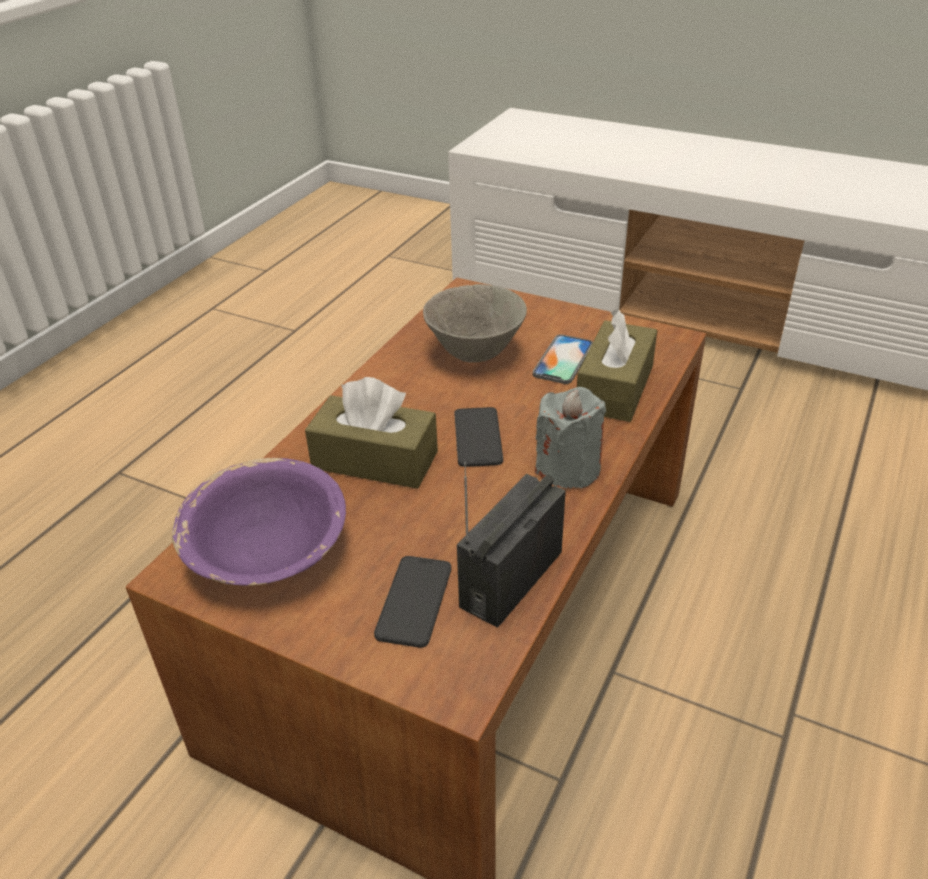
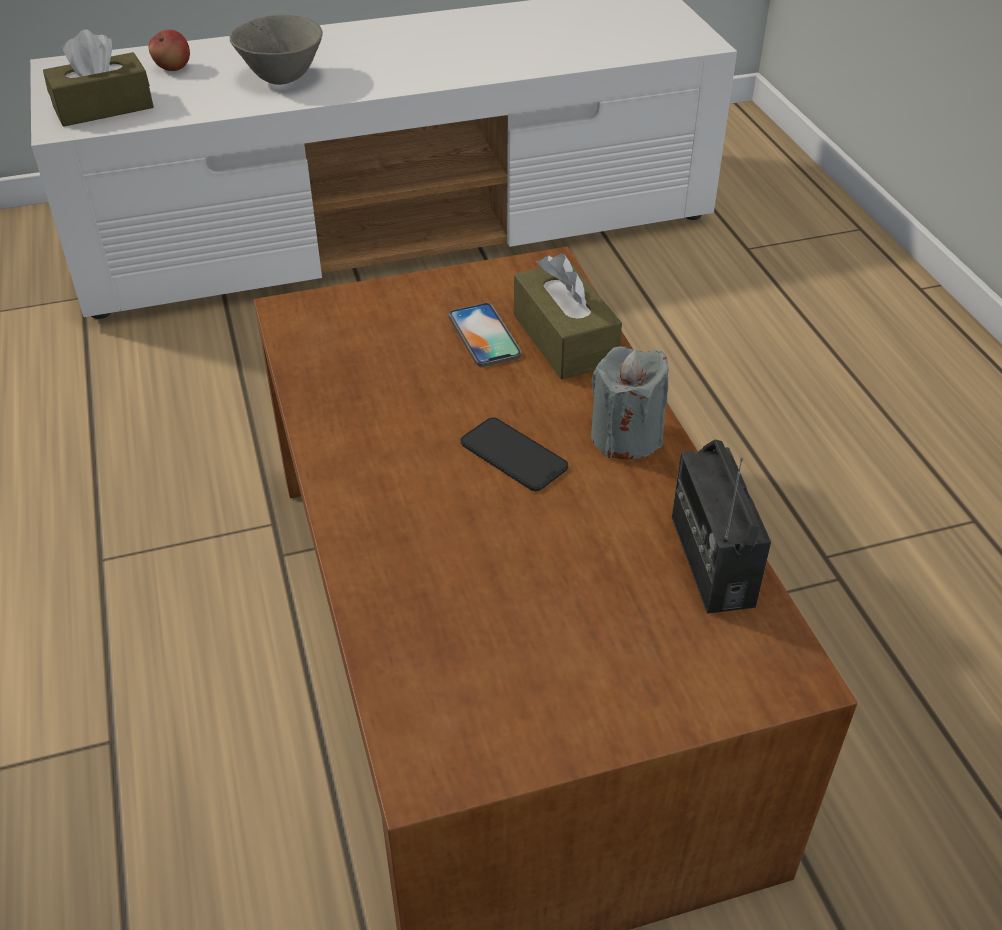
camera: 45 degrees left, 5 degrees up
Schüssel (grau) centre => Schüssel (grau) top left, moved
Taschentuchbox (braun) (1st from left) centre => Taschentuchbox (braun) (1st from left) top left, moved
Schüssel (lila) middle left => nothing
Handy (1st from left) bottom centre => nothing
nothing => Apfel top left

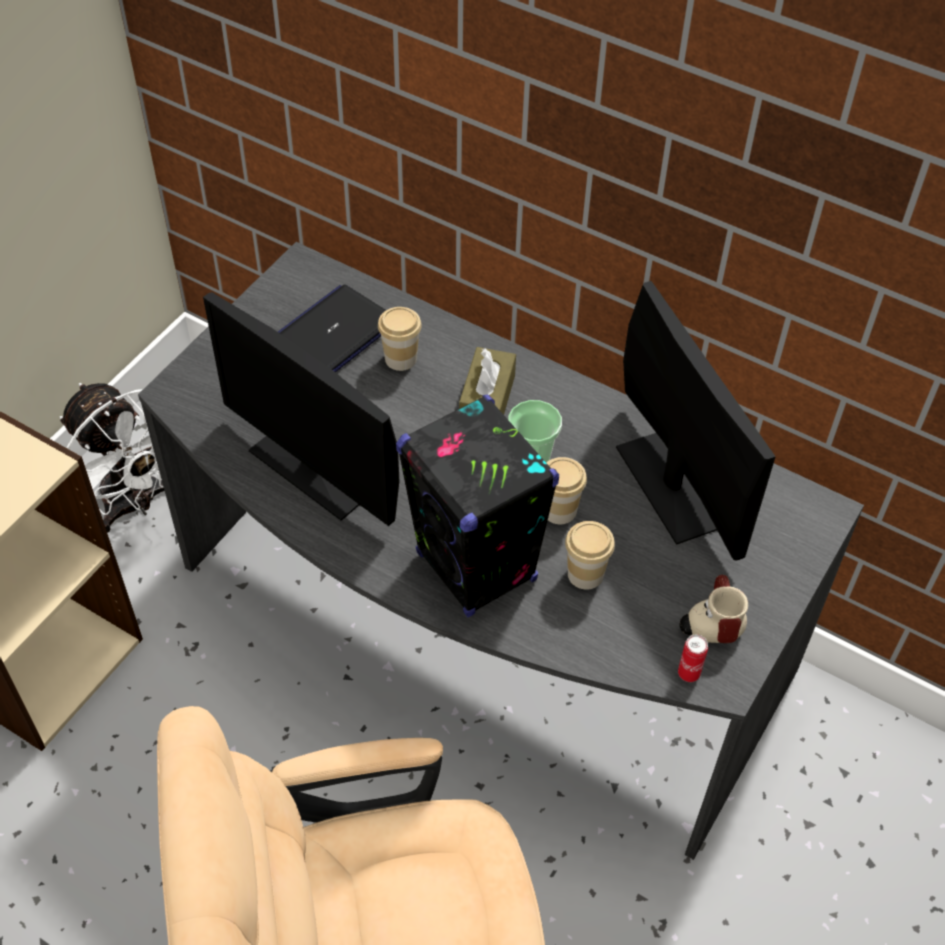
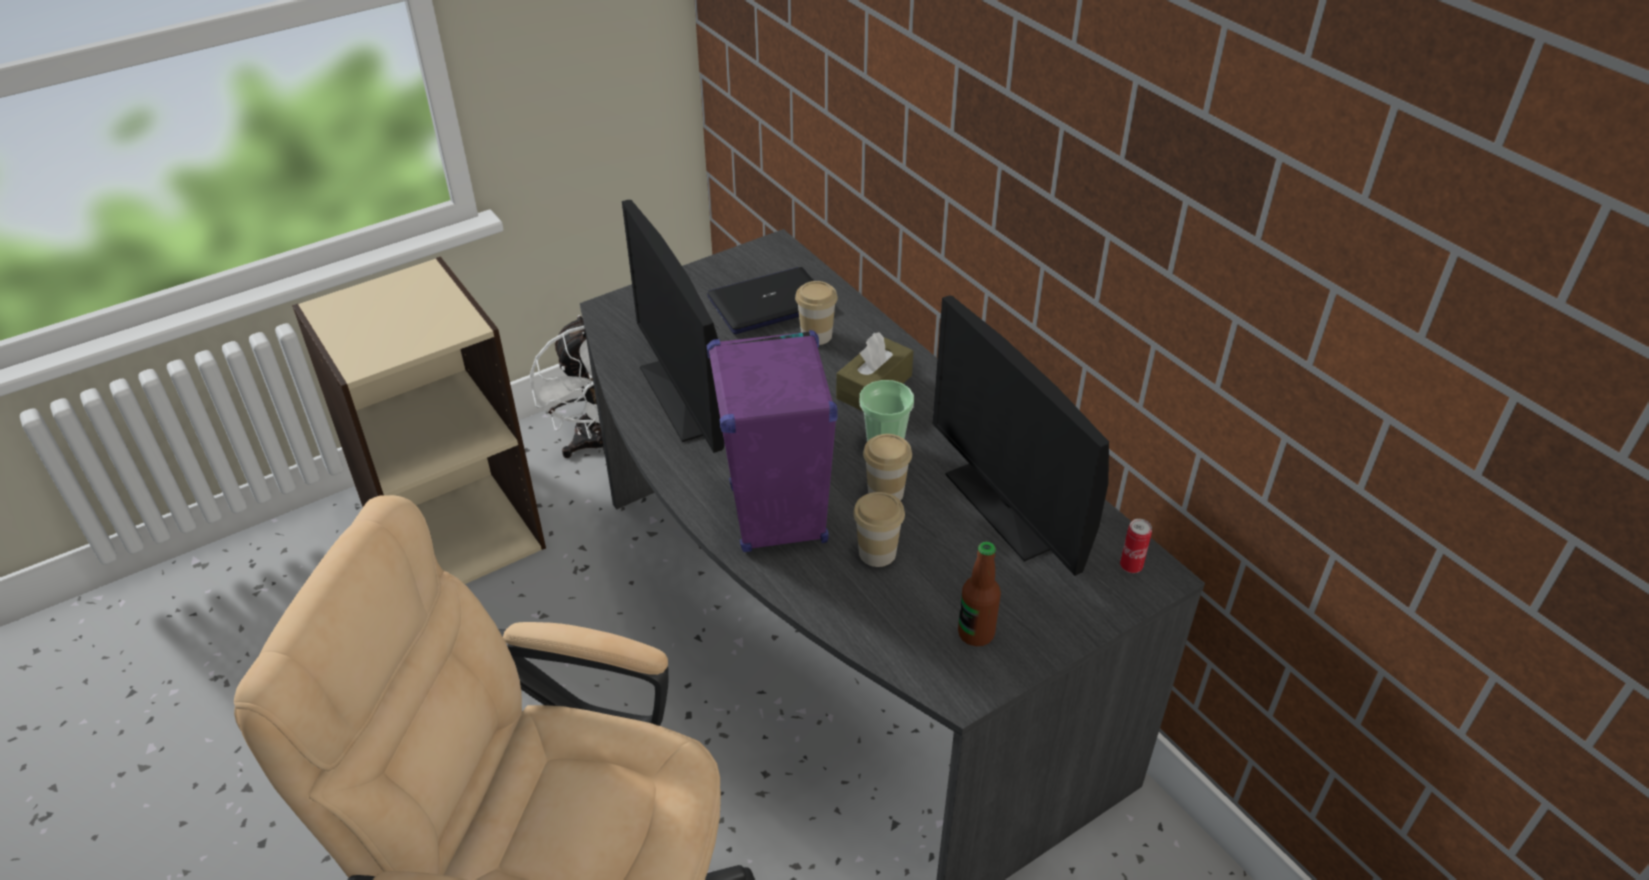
camera: 25 degrees right, 10 degrees down
Monitor (2nd from left) middle right => Monitor (2nd from left) centre, 150 degrees clockwise
Lautsprecher (schwarz) centre => Lautsprecher (lila) centre
Henkelbecher middle right => Flasche bottom centre
Dose bottom right => Dose middle right, moved

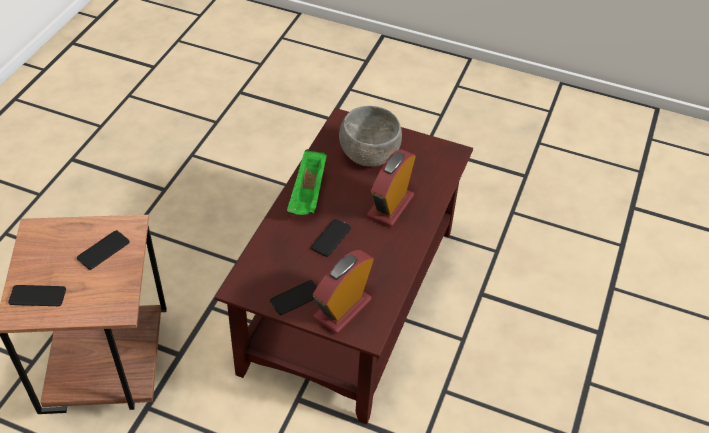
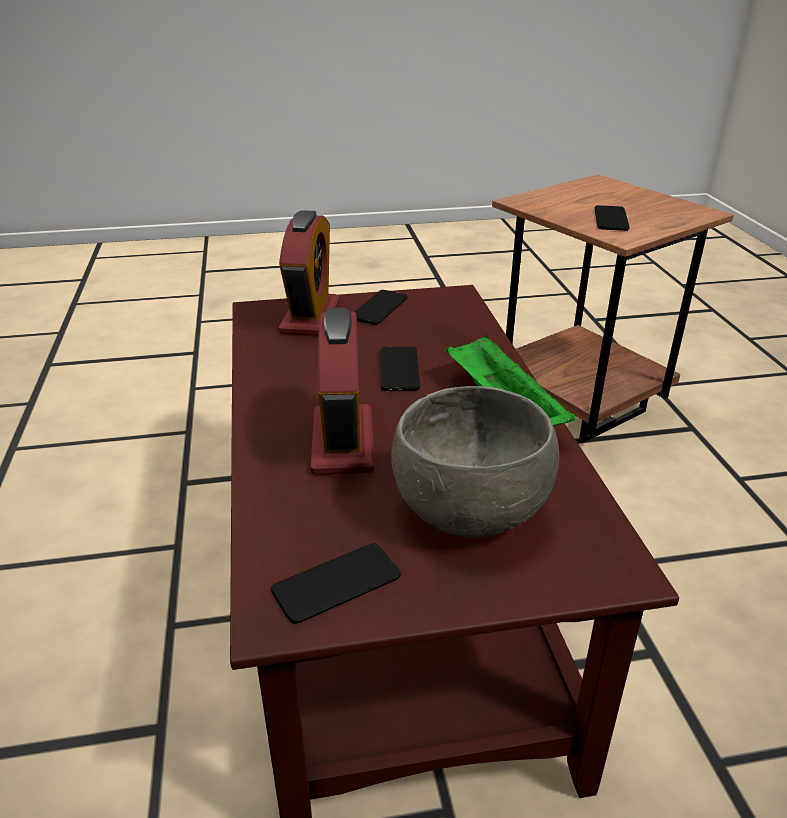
camera: 150 degrees right, 15 degrees down
Handy (1st from left) bottom left => Handy (1st from left) bottom centre, moved

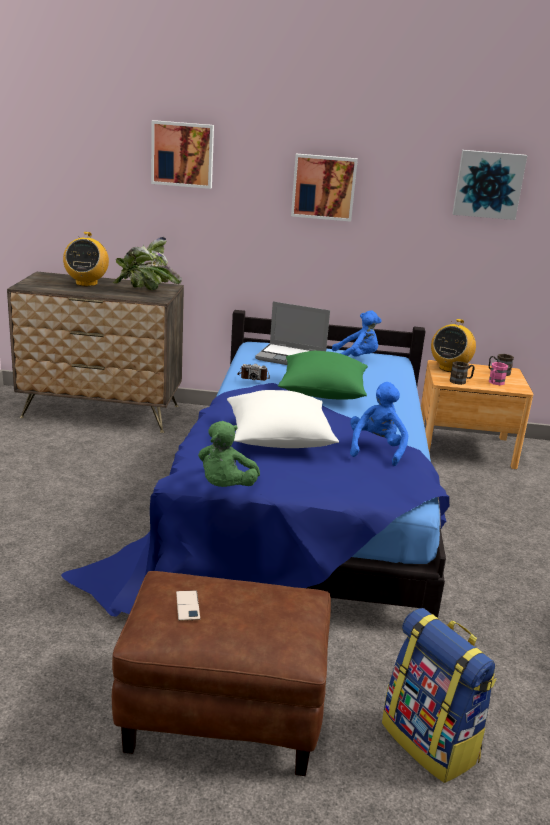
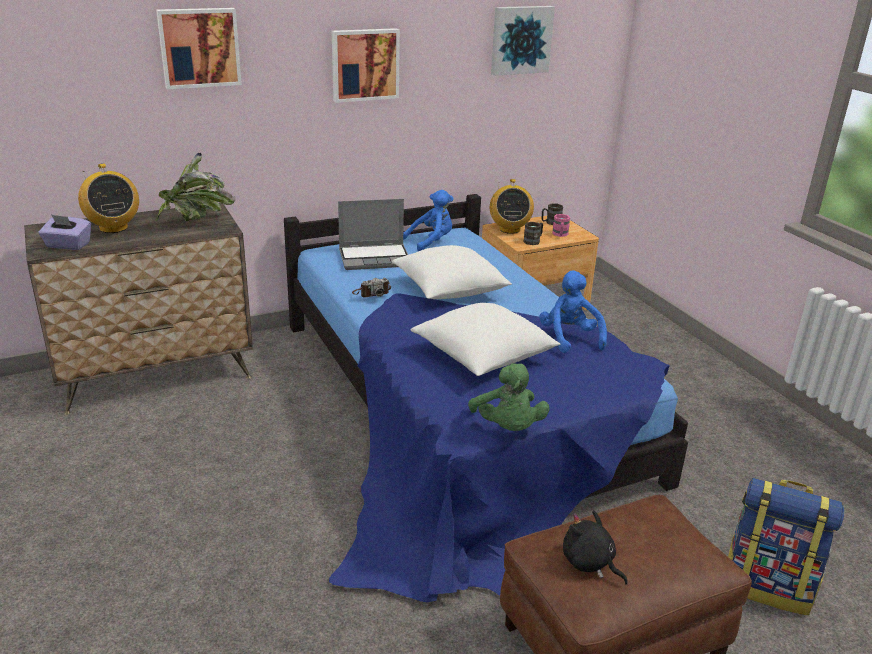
camera: 30 degrees left, 5 degrees up
Kissen (grün) centre => Kissen (weiß) (1st from left) centre
Handy bottom centre => Plüschtier (schwarz) bottom right
nothing => Taschentuchbox (lila) middle left

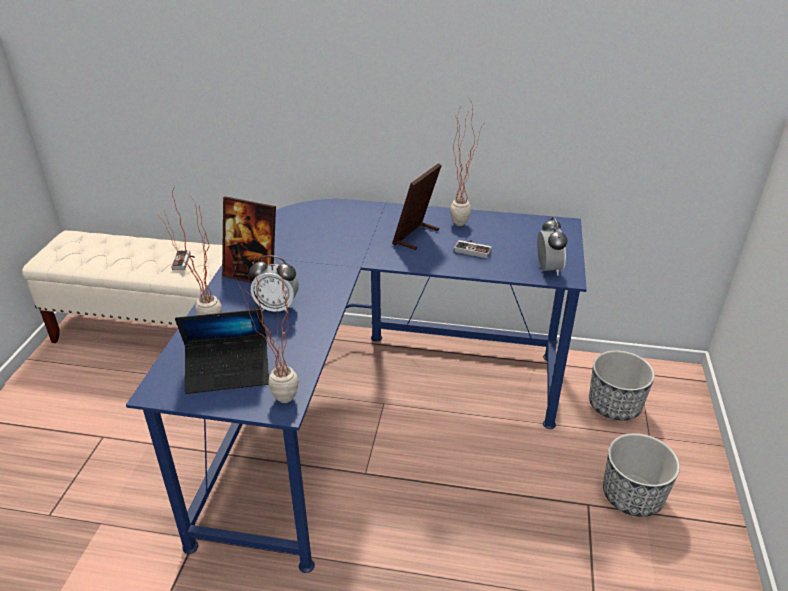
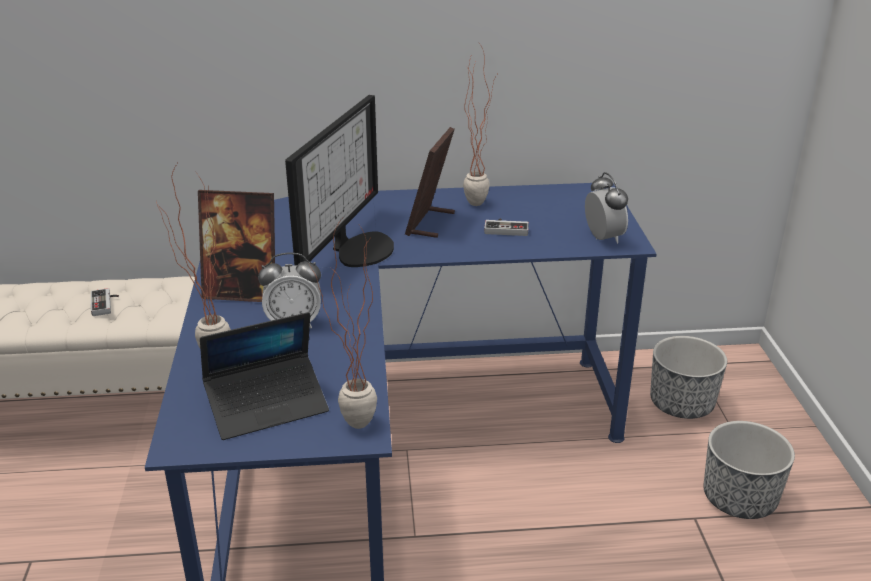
camera: 15 degrees left, 5 degrees down
nothing => Monitor top centre

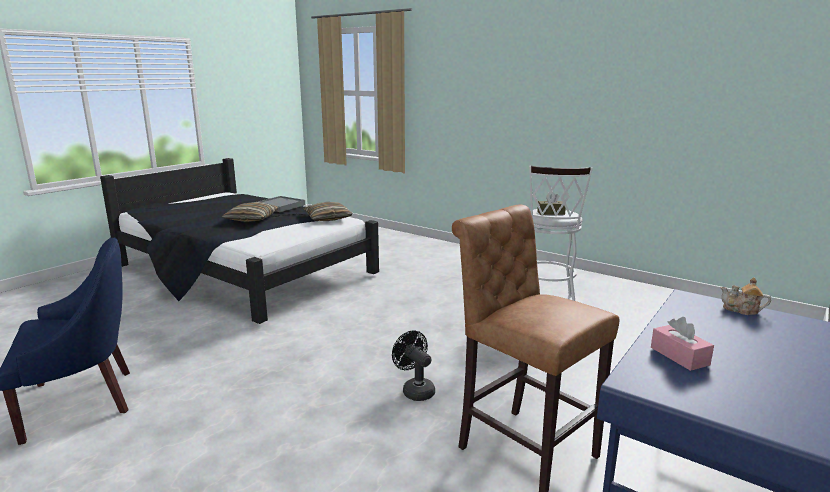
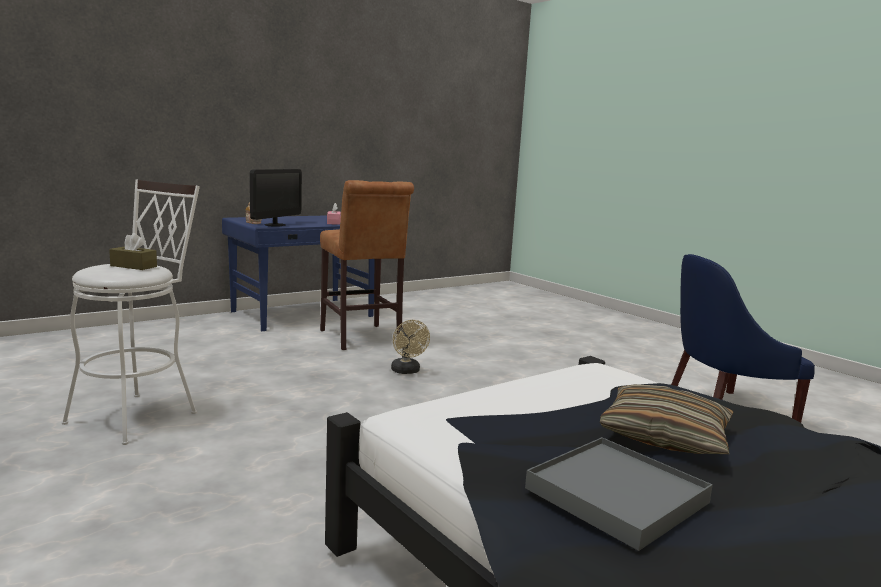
camera: 165 degrees left, 5 degrees down
Kissen (2nd from left) centre => nothing
Ventilator (schwarz) bottom centre => Ventilator (beige) centre
nothing => Monitor middle left

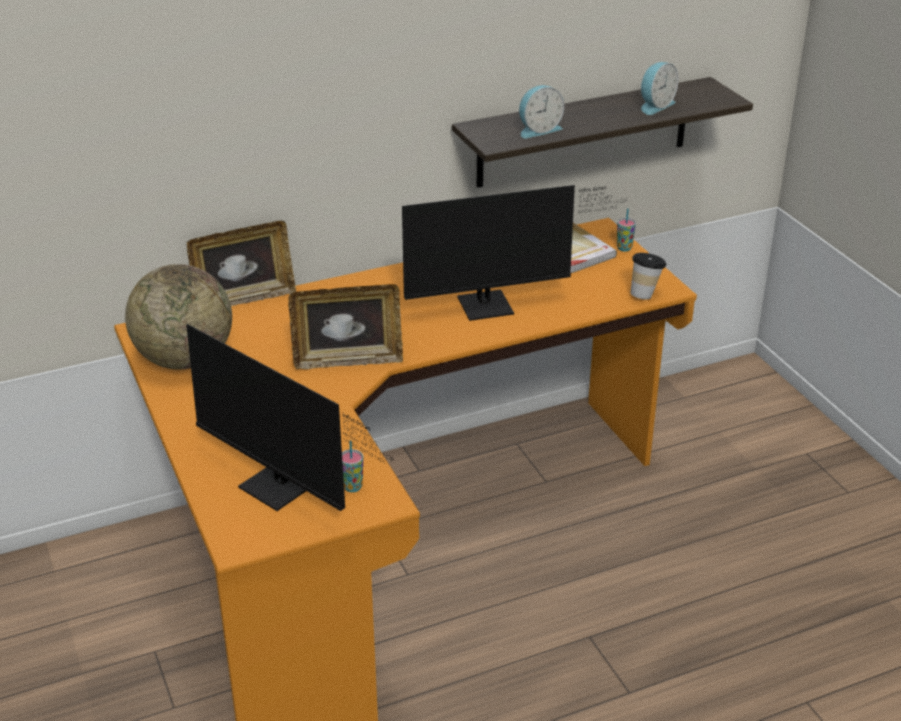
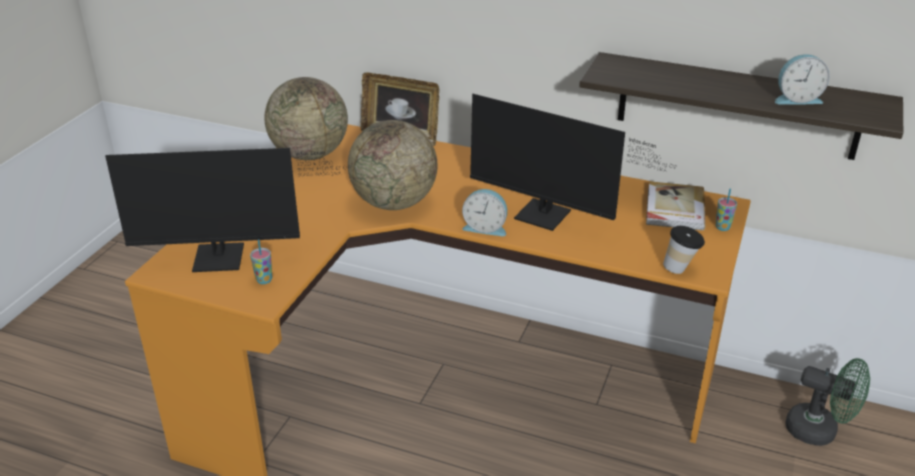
camera: 45 degrees right, 0 degrees up
Wecker (1st from left) top centre => Wecker (1st from left) centre, moved
Bilderrahmen (2nd from left) centre => Globus (2nd from left) centre
Monitor (1st from left) middle left, 90 degrees counterclockwise
nothing => Ventilator (grün) bottom right

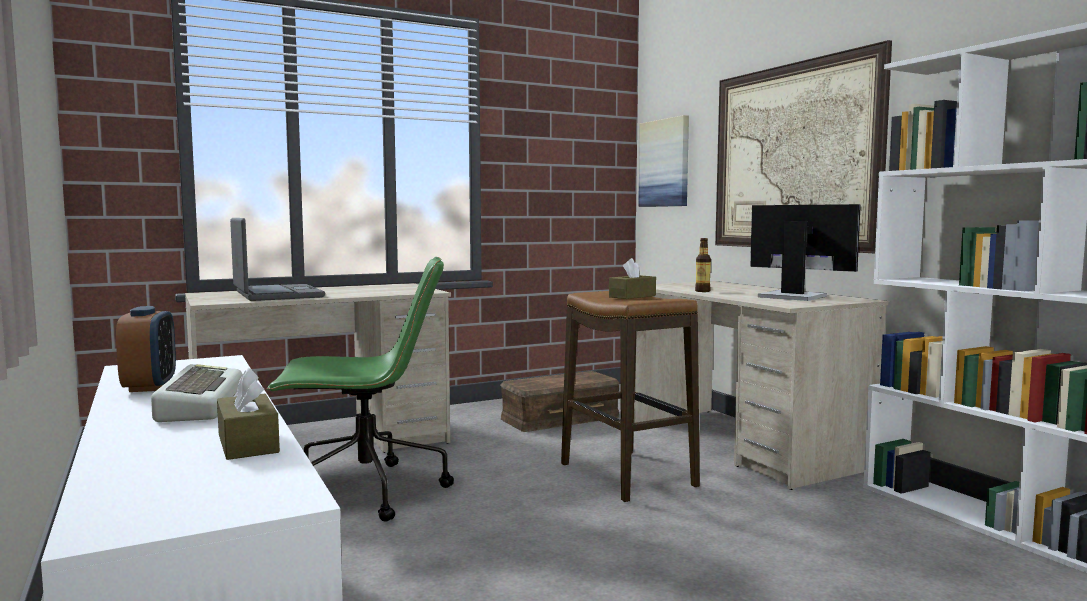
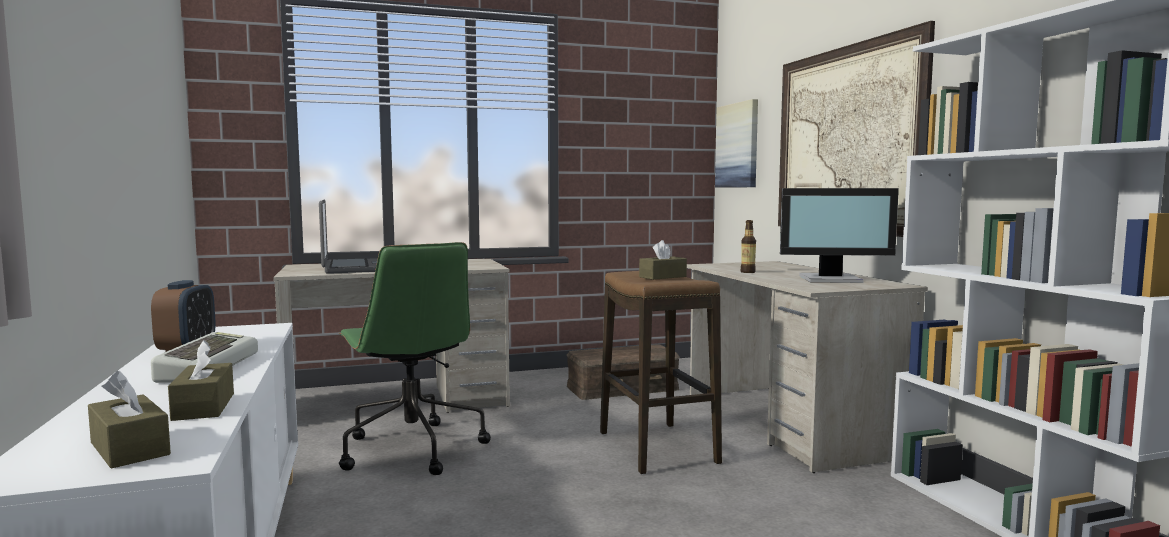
camera: 10 degrees right, 0 degrees up
Monitor middle right, 135 degrees clockwise
Bürostuhl (grün) middle left => Bürostuhl (grün) bottom centre, 60 degrees clockwise
nothing => Taschentuchbox (braun) (1st from left) bottom left

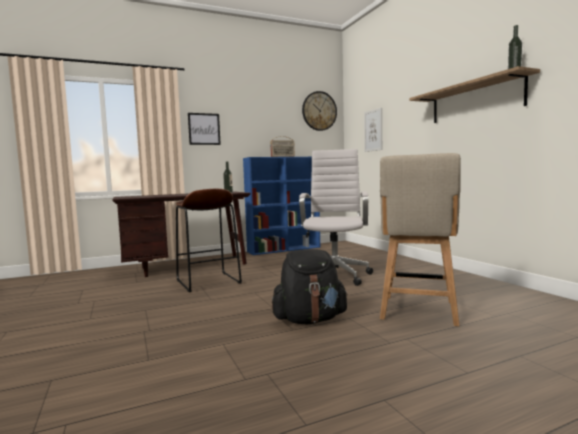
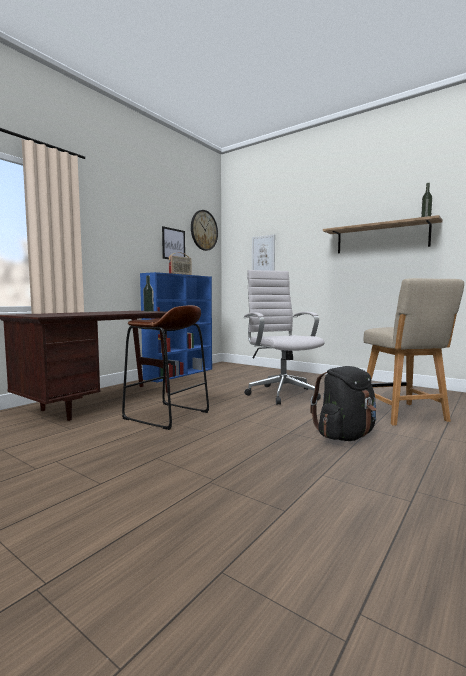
camera: 30 degrees left, 0 degrees up
Bild (1st from left) top centre => Bild (1st from left) centre, moved

